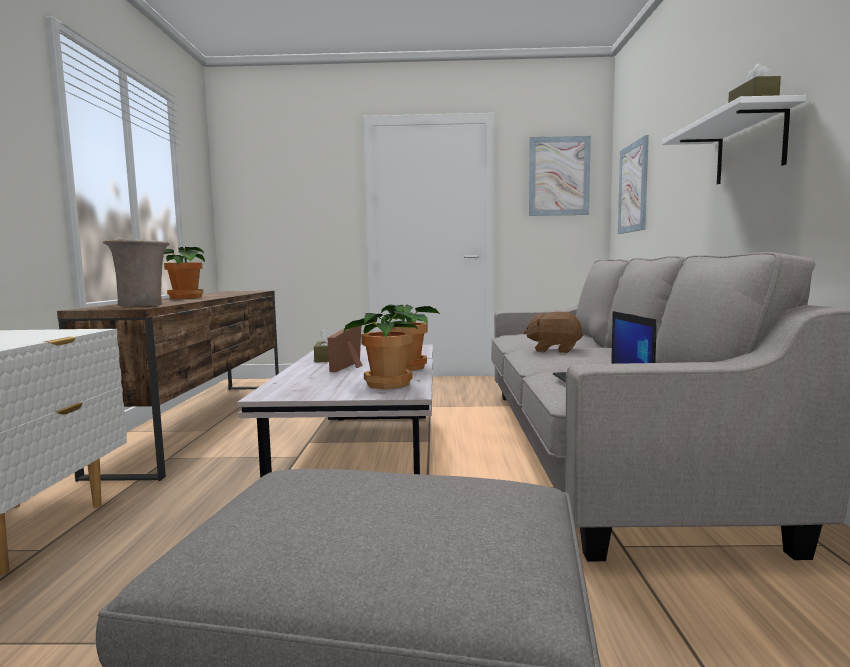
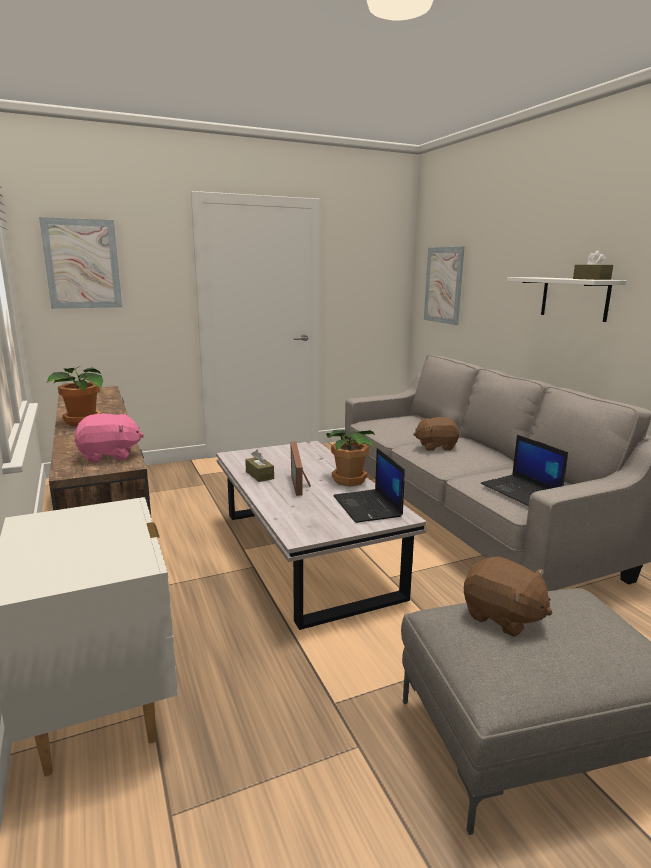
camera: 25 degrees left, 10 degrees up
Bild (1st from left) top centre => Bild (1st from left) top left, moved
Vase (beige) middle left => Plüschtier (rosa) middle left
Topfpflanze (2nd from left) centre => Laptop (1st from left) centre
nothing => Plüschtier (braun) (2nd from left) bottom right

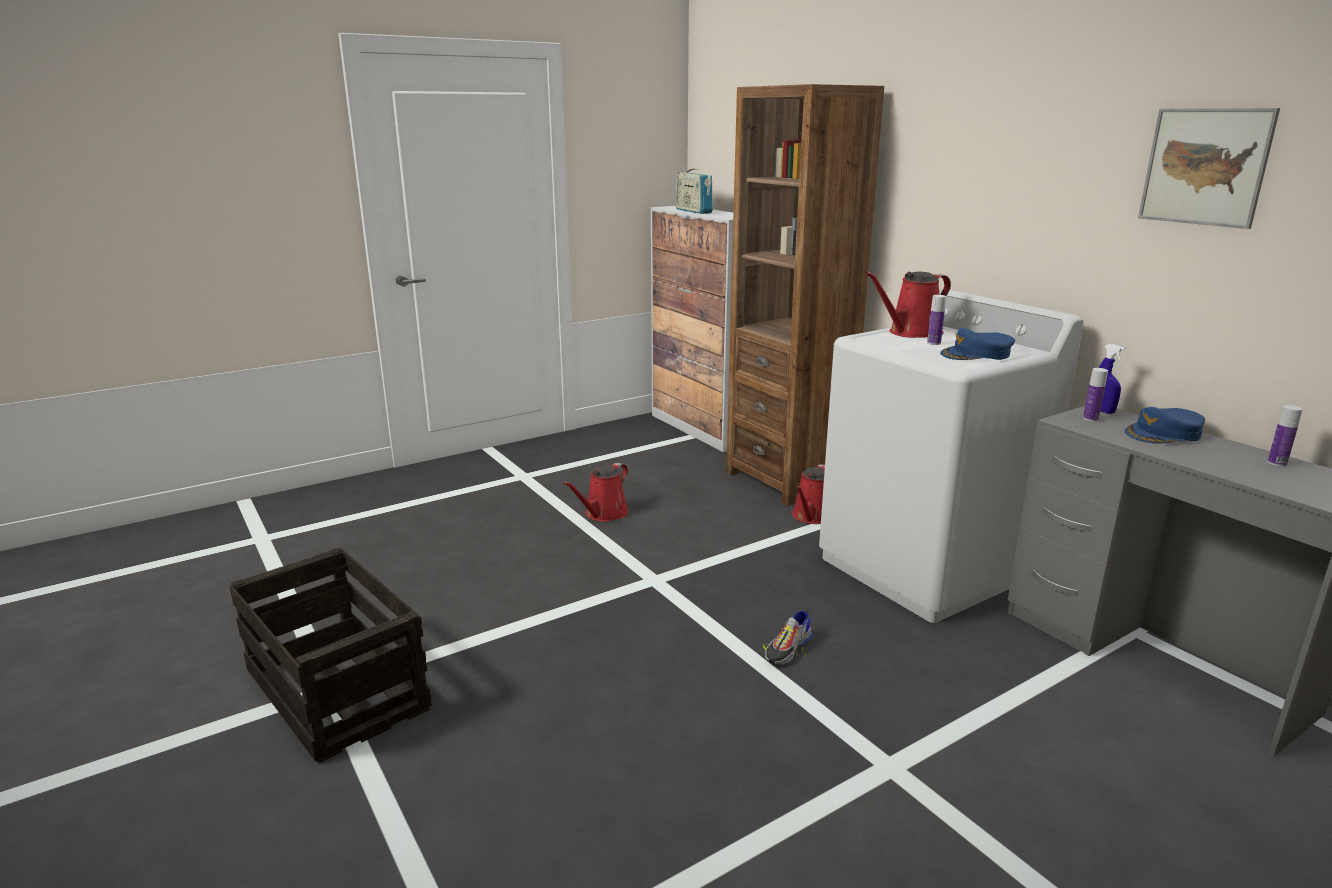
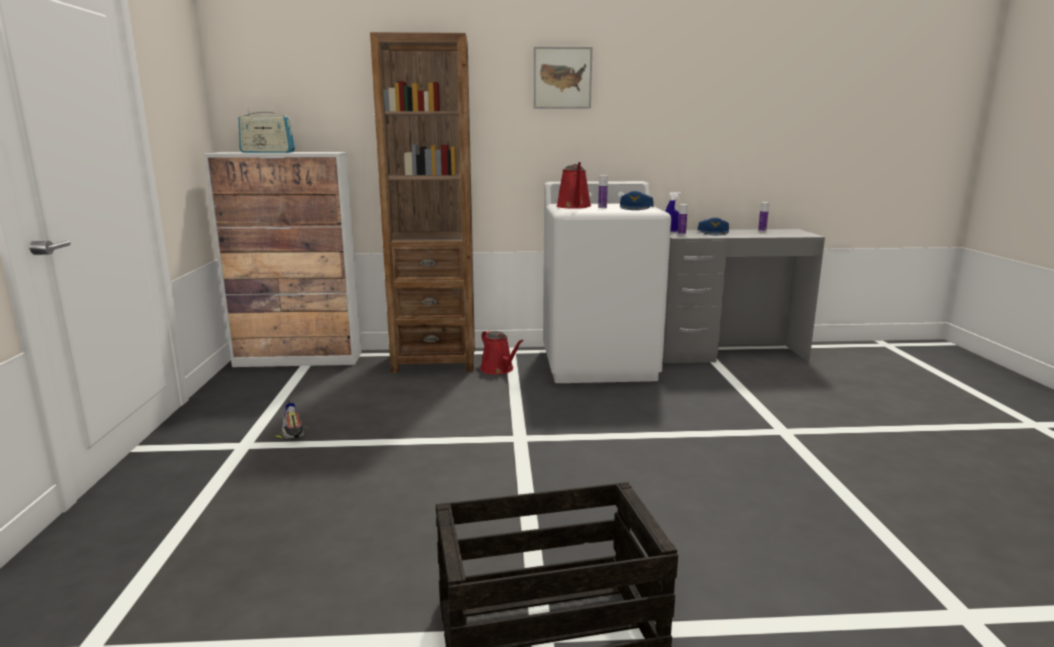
camera: 60 degrees left, 5 degrees down
Bild top right => Bild top centre, moved
Gießkanne (rot) (1st from left) centre => nothing
Schuh bottom centre => Schuh middle left, moved

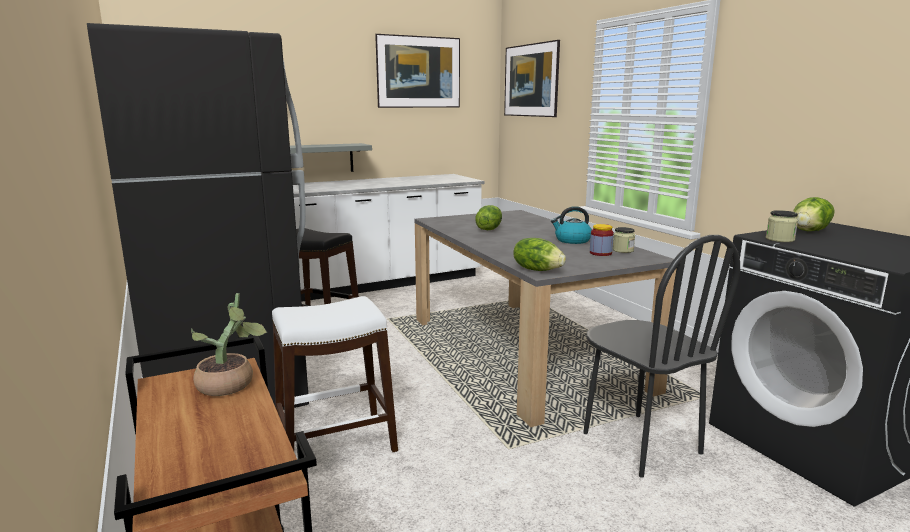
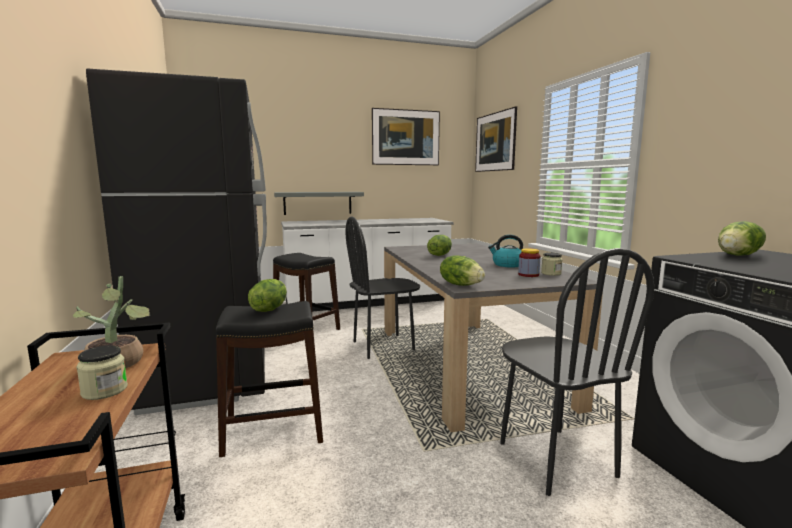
camera: 10 degrees right, 5 degrees down
Vorratsglas (3rd from left in the first image) middle right => Vorratsglas (1st from left) bottom left, moved
Hocker (weiß) bottom centre => Hocker (schwarz) (1st from left) bottom centre
nothing => Stuhl (schwarz) (1st from left) centre
nothing => Salatkopf (1st from left) centre

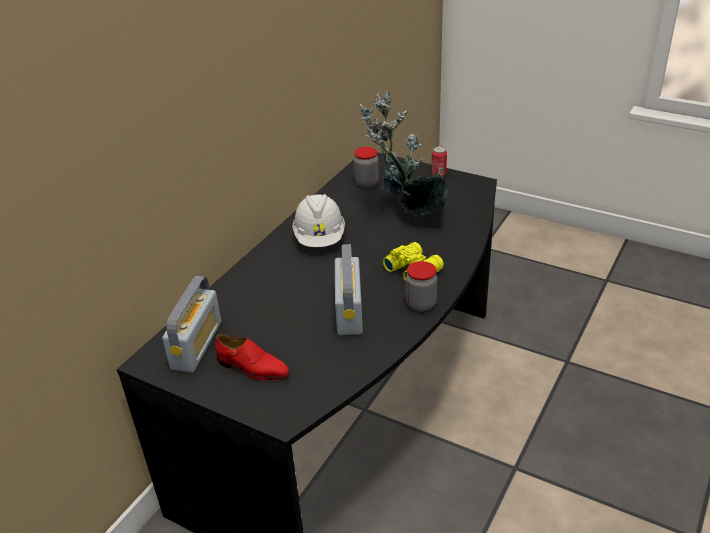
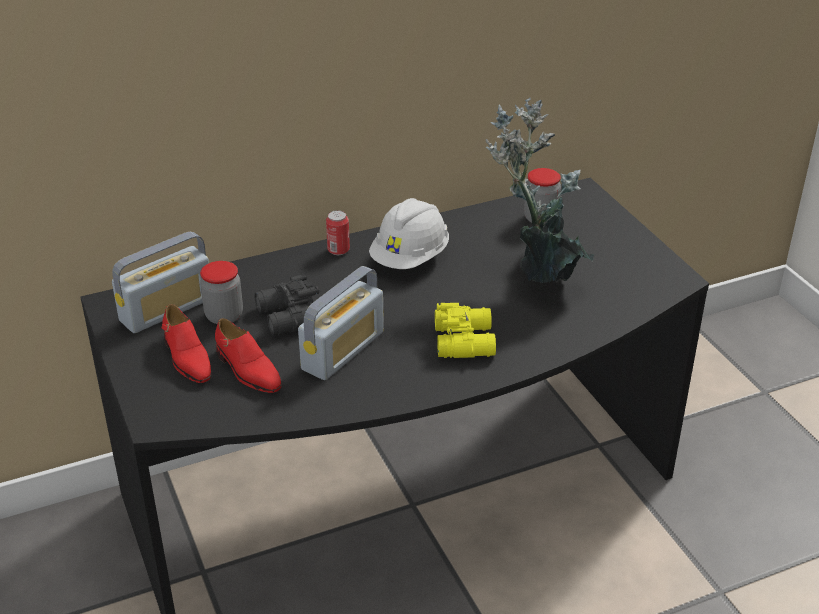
camera: 35 degrees right, 0 degrees up
Dose top centre => Dose centre, moved
Vorratsglas (2nd from left in the first image) centre => Vorratsglas (1st from left) middle left, moved
nothing => Fernglas (schwarz) centre
nothing => Schuh (rot) (2nd from left) middle left

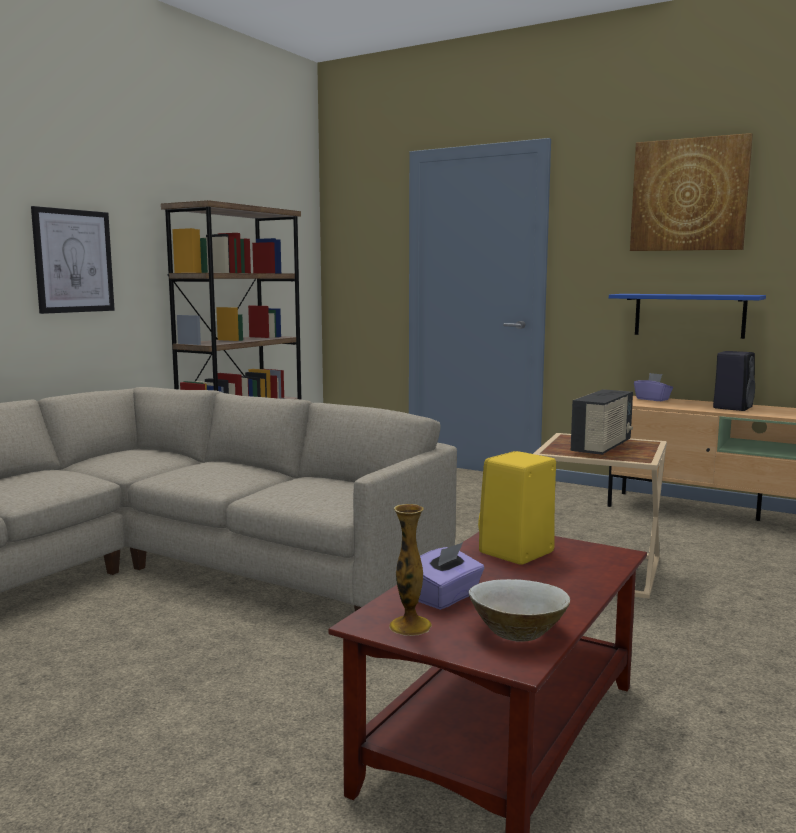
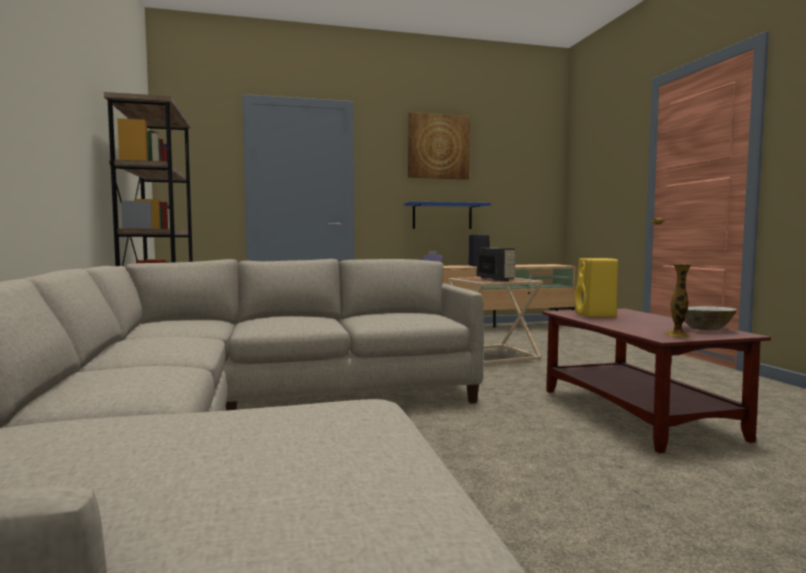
camera: 45 degrees left, 5 degrees down
Bild (1st from left) top left => nothing
Taschentuchbox (lila) (1st from left) bottom centre => nothing

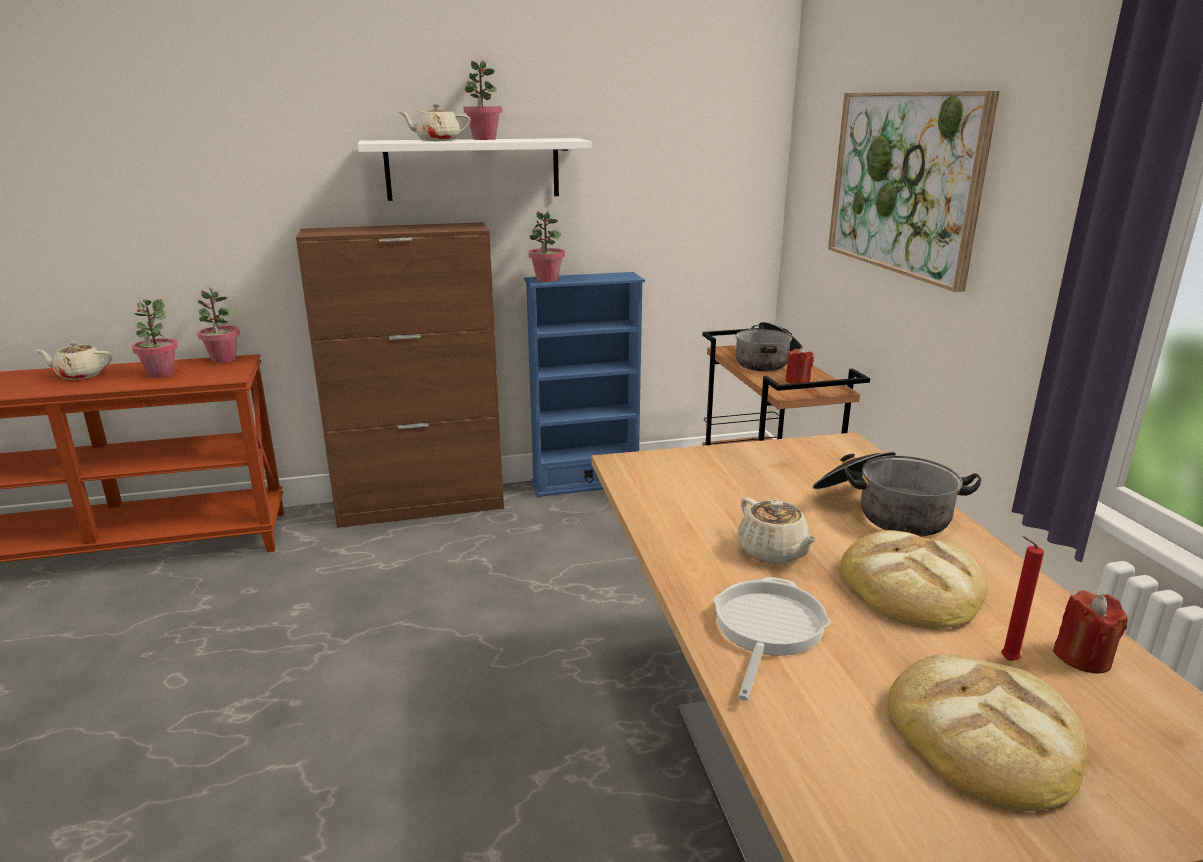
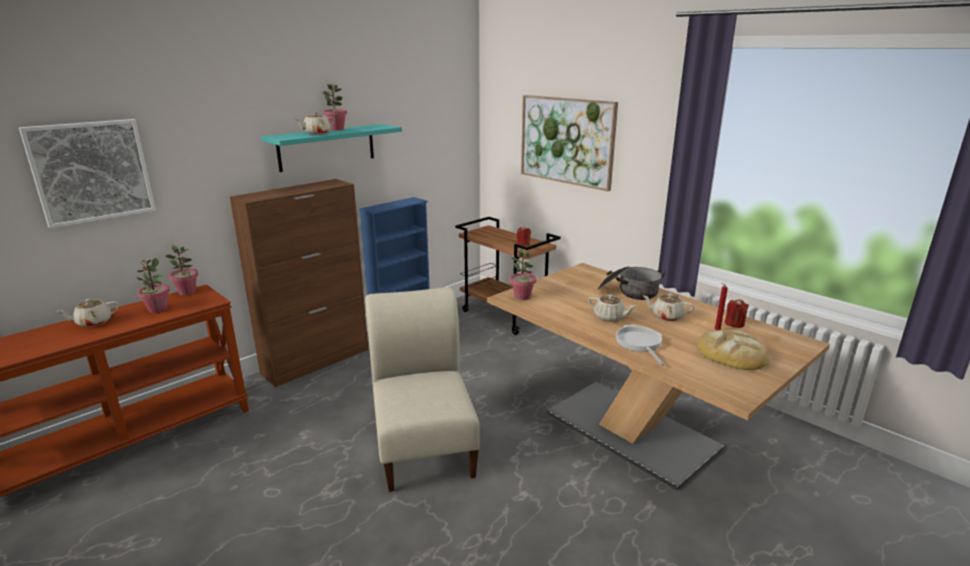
camera: 30 degrees left, 0 degrees up
Wandregal (weiß) top centre => Wandregal (türkis) top centre
Topfpflanze (4th from left) top centre => Topfpflanze (4th from left) centre, moved
Kochtopf (1st from left) centre => nothing
Brot (1st from left) bottom right => Teekanne (beige) (4th from left) middle right
nothing => Bild (1st from left) top left
nothing => Stuhl (beige) bottom centre

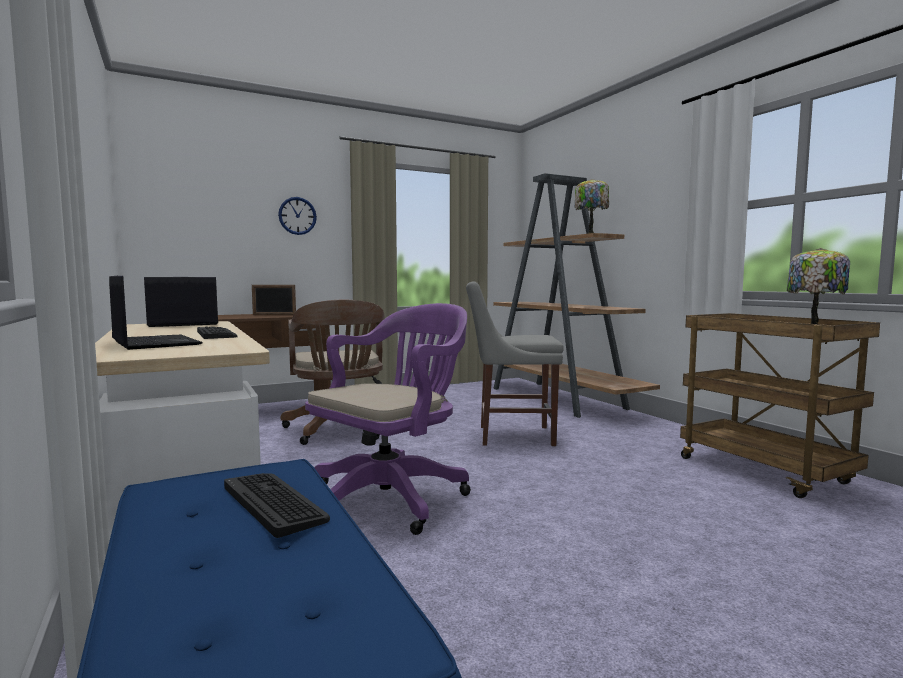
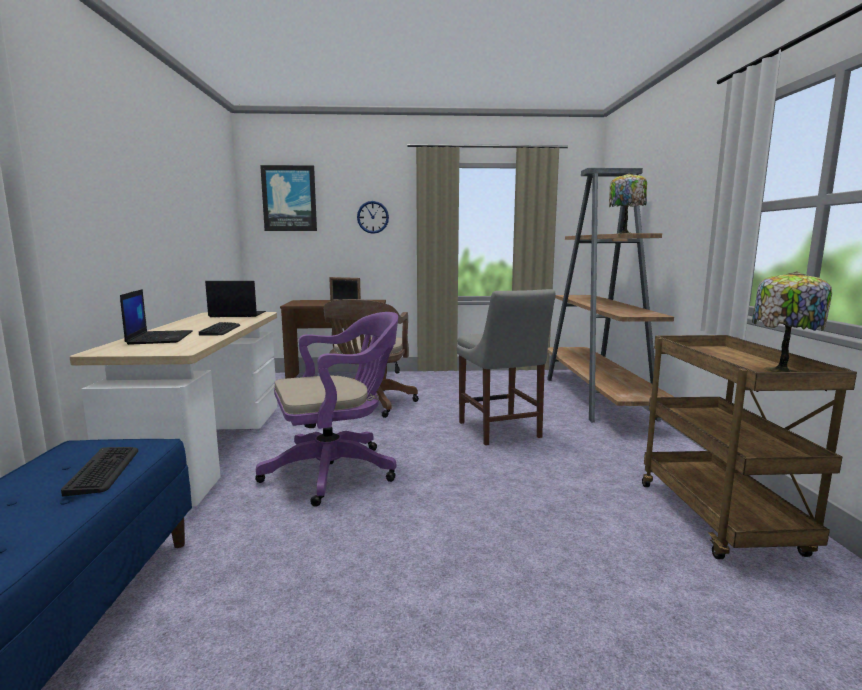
camera: 25 degrees right, 5 degrees up
Stuhl (grau) centre, 135 degrees counterclockwise
nothing => Bild top centre

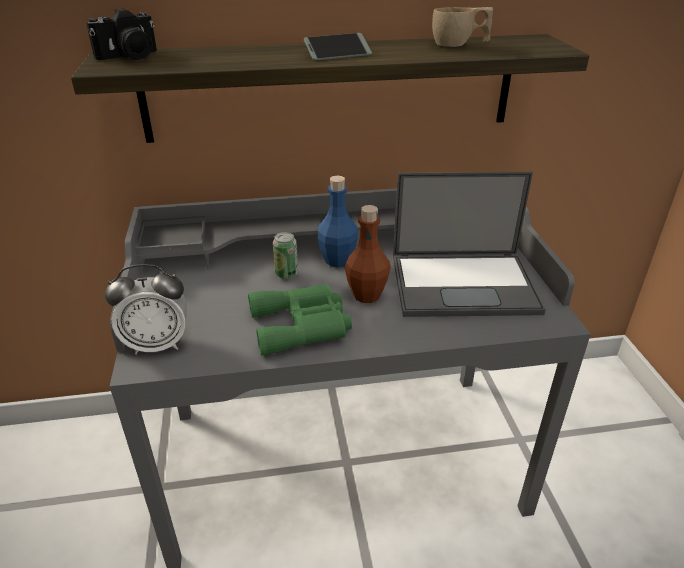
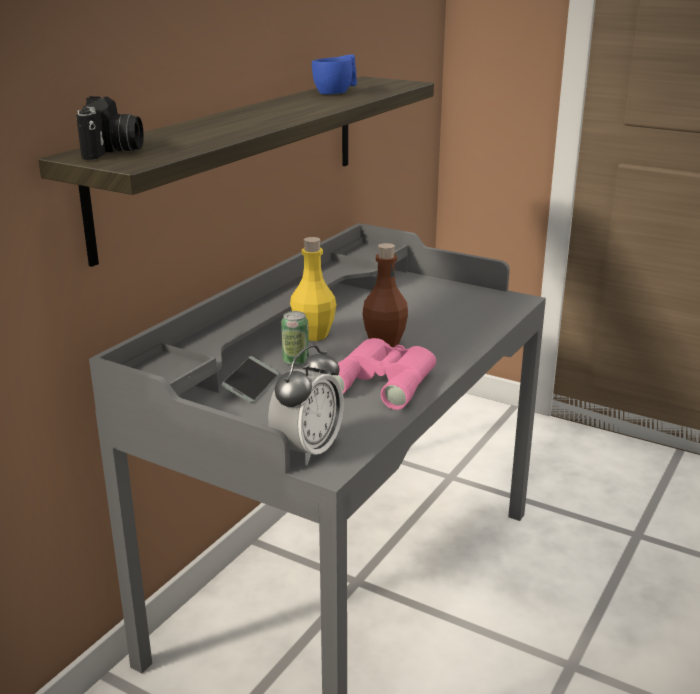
camera: 50 degrees left, 10 degrees down
Tasse (beige) top right => Tasse (blau) top centre
Handy top centre => Handy centre, moved
Laptop middle right => nothing
Flasche (blau) centre => Flasche (gelb) centre
Fernglas (grün) centre => Fernglas (rosa) centre

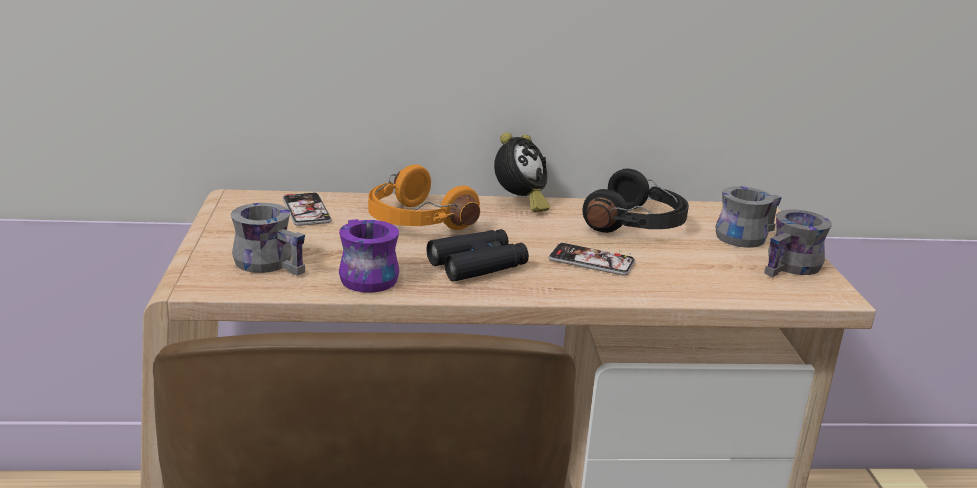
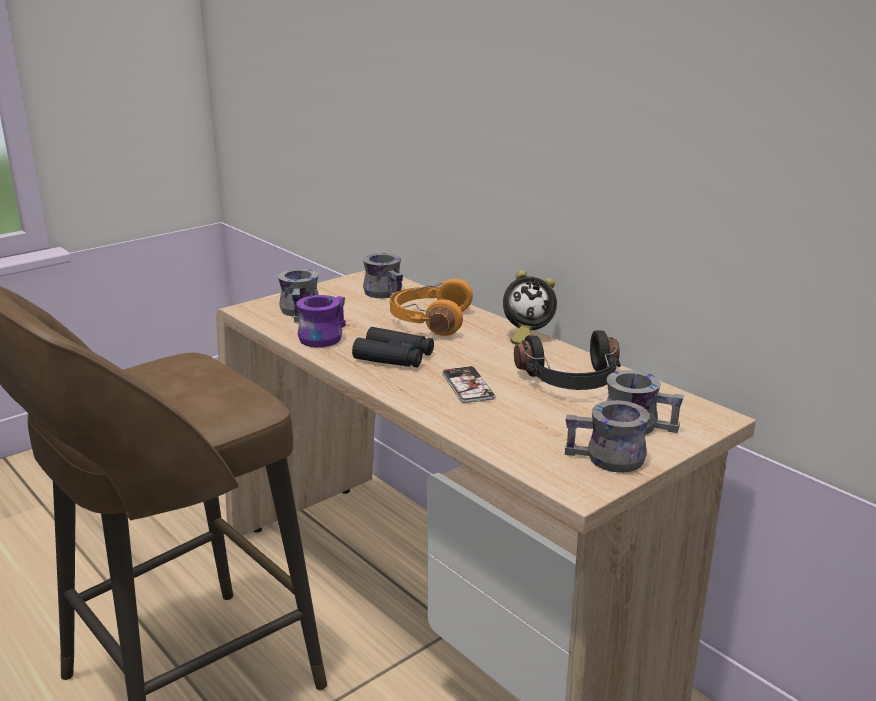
camera: 55 degrees right, 0 degrees up
Handy (1st from left) middle left => Henkelbecher (grau) (2nd from left) centre

